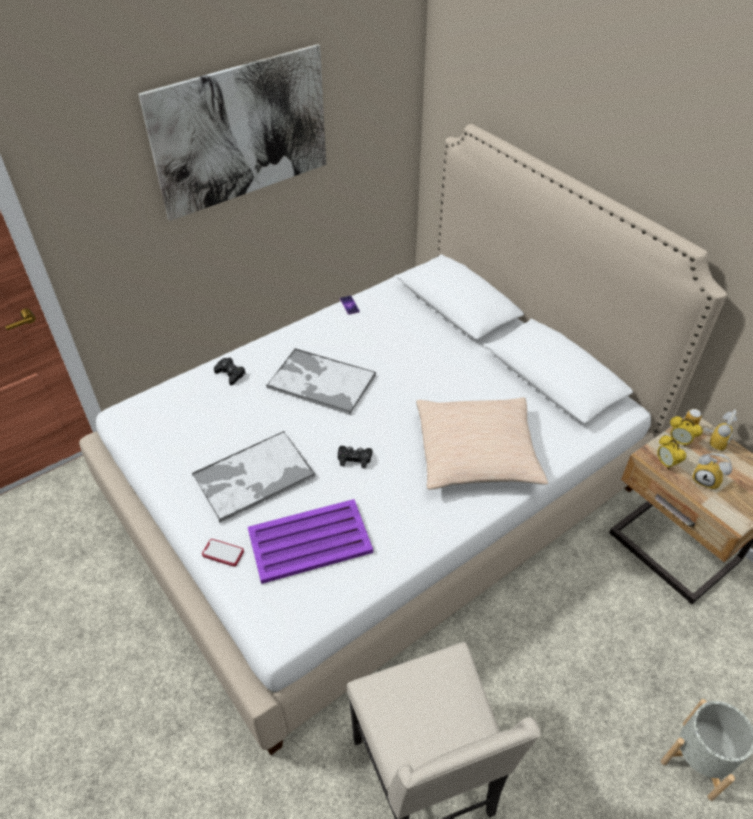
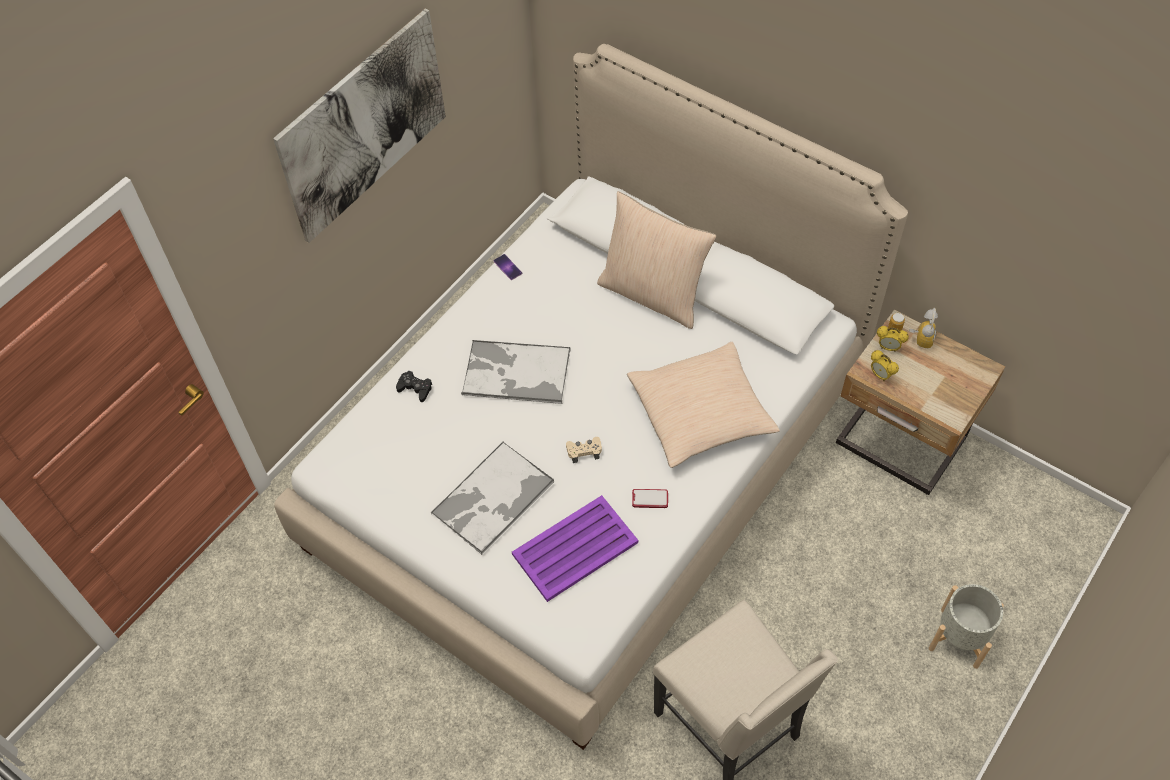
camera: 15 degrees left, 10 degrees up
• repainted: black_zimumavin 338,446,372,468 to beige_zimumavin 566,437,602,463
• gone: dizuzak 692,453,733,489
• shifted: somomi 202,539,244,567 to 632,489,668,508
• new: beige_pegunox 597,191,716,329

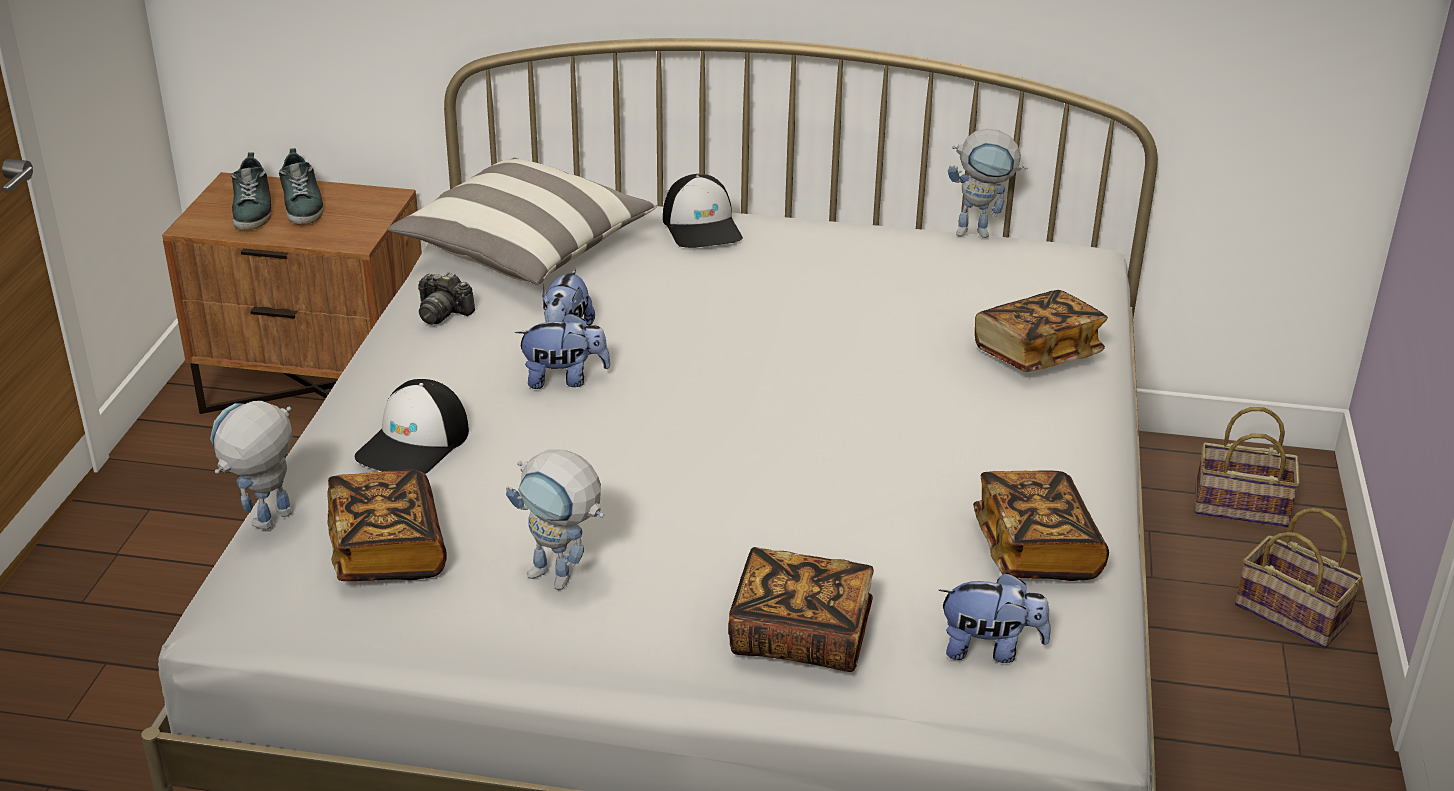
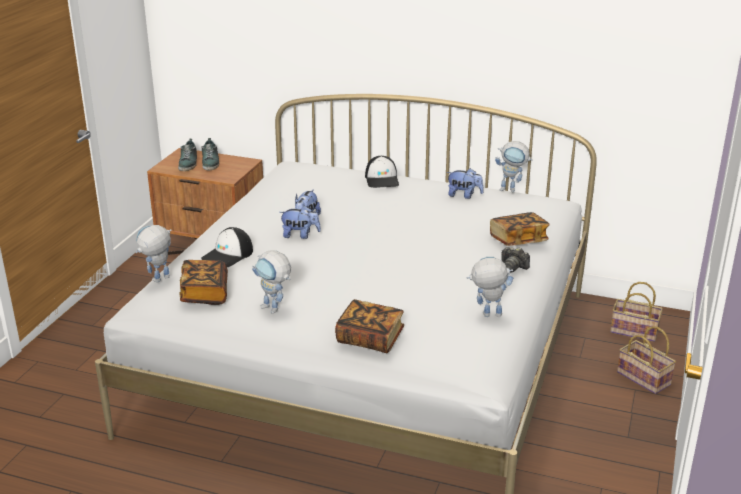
camera: 10 degrees right, 5 degrees down
• gone: pegunox 388,158,657,285
• shifted: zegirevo 418,272,475,324 to 501,247,530,272
• swapped: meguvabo 973,470,1109,581 to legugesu 467,257,514,317
• shifted: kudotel 938,572,1051,663 to 447,168,483,199

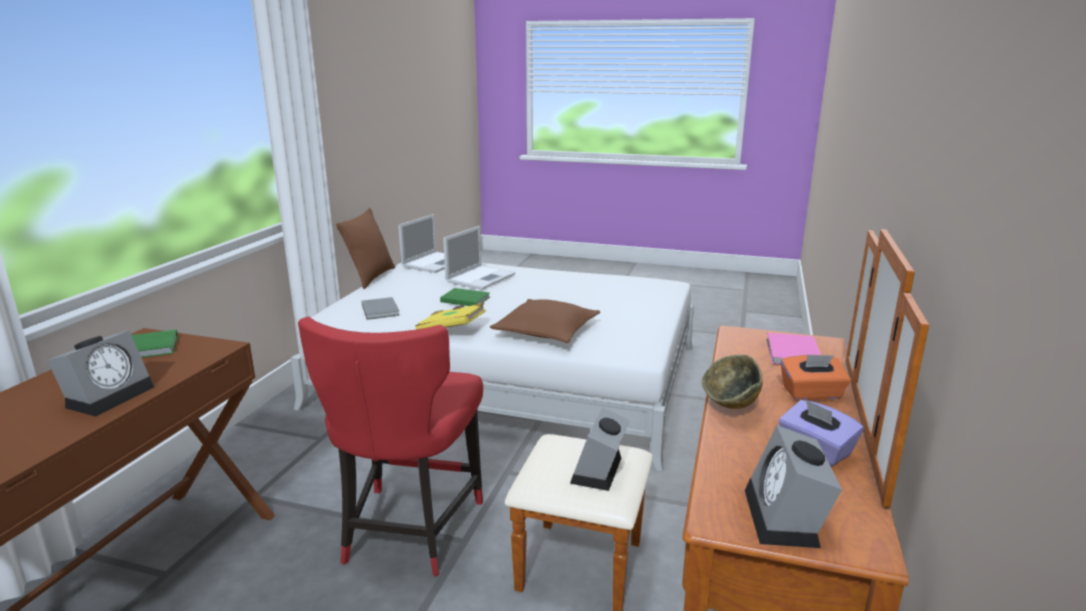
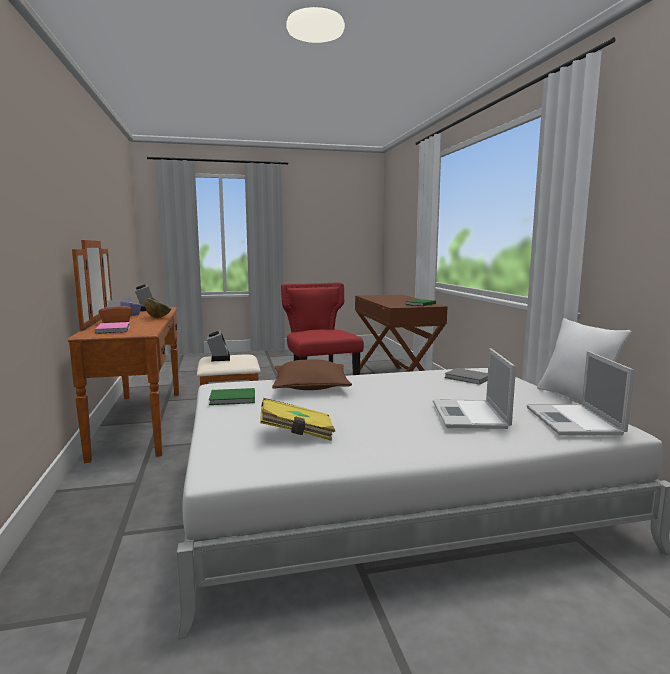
camera: 150 degrees right, 10 degrees down
• repainted: brown_pegunox 336,208,395,289 to white_pegunox 537,318,631,403
• shifted: green_meguvabo 440,288,490,306 to 209,388,255,405
• shifted: yellow_meguvabo 416,302,486,329 to 260,398,335,441
• gone: dizuzak 47,331,154,416

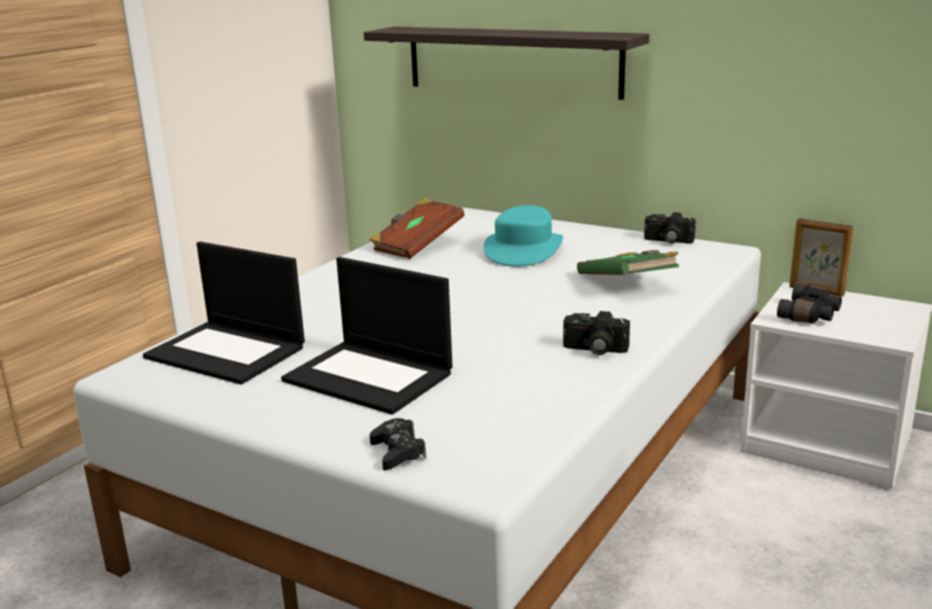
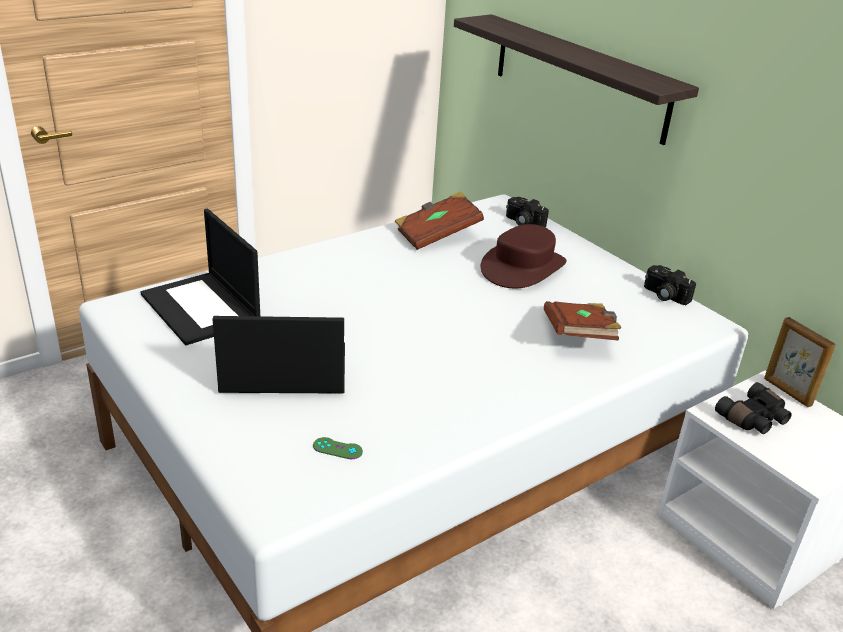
camera: 20 degrees right, 10 degrees up
• repainted: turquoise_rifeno 484,205,563,267 to brown_rifeno 481,224,567,288
• repainted: green_meguvabo 577,250,679,275 to brown_meguvabo 544,301,621,341
• rotated: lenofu 281,257,453,415 = 213,316,345,394 120 degrees clockwise
• shifted: zegirevo 563,311,630,355 to 506,197,549,227
• gone: black_zimumavin 370,418,426,470
• new: green_zimumavin 313,437,363,459

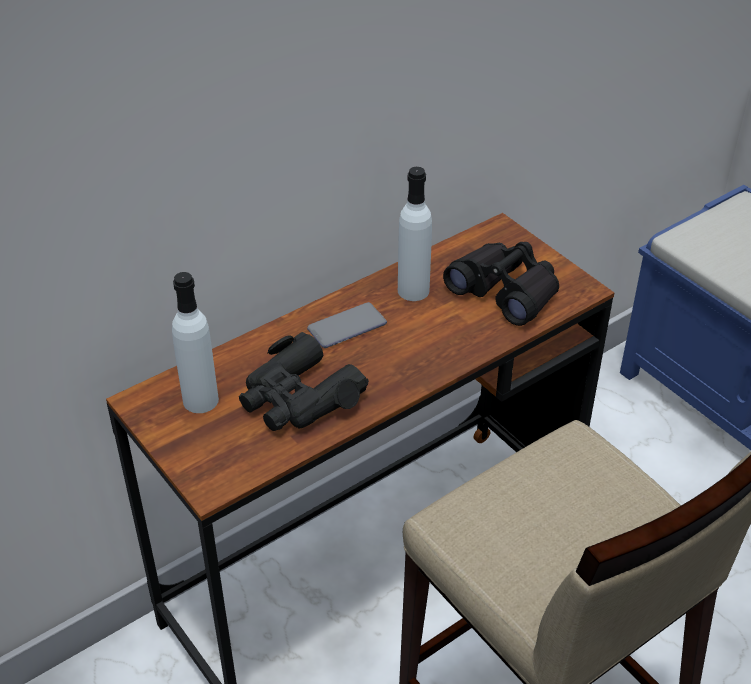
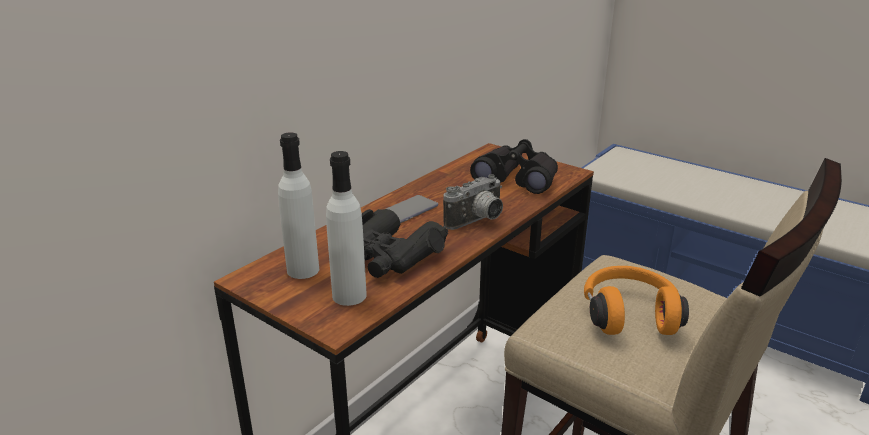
camera: 15 degrees left, 15 degrees down
• shifted: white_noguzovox 398,167,432,301 to 326,151,367,306
• new: zegirevo 443,174,503,230
• new: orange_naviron 584,266,689,335

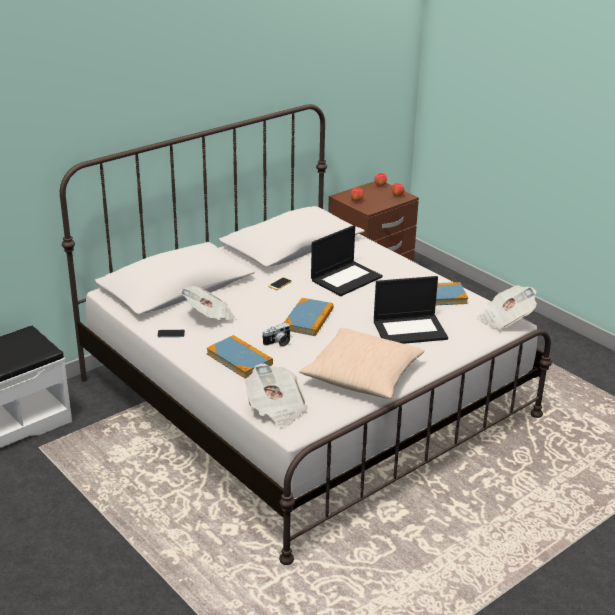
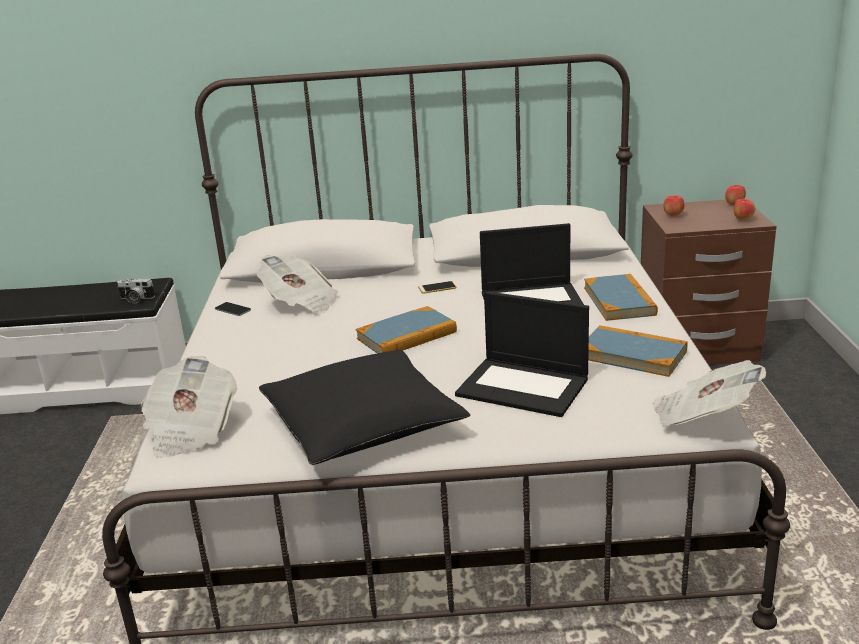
camera: 40 degrees right, 5 degrees down
• shifted: zegirevo 263,323,290,347 to 117,278,155,304
• repainted: beige_pegunox 299,328,425,399 to black_pegunox 259,350,470,465
• shifted: meguvabo 206,335,273,379 to 584,274,658,321

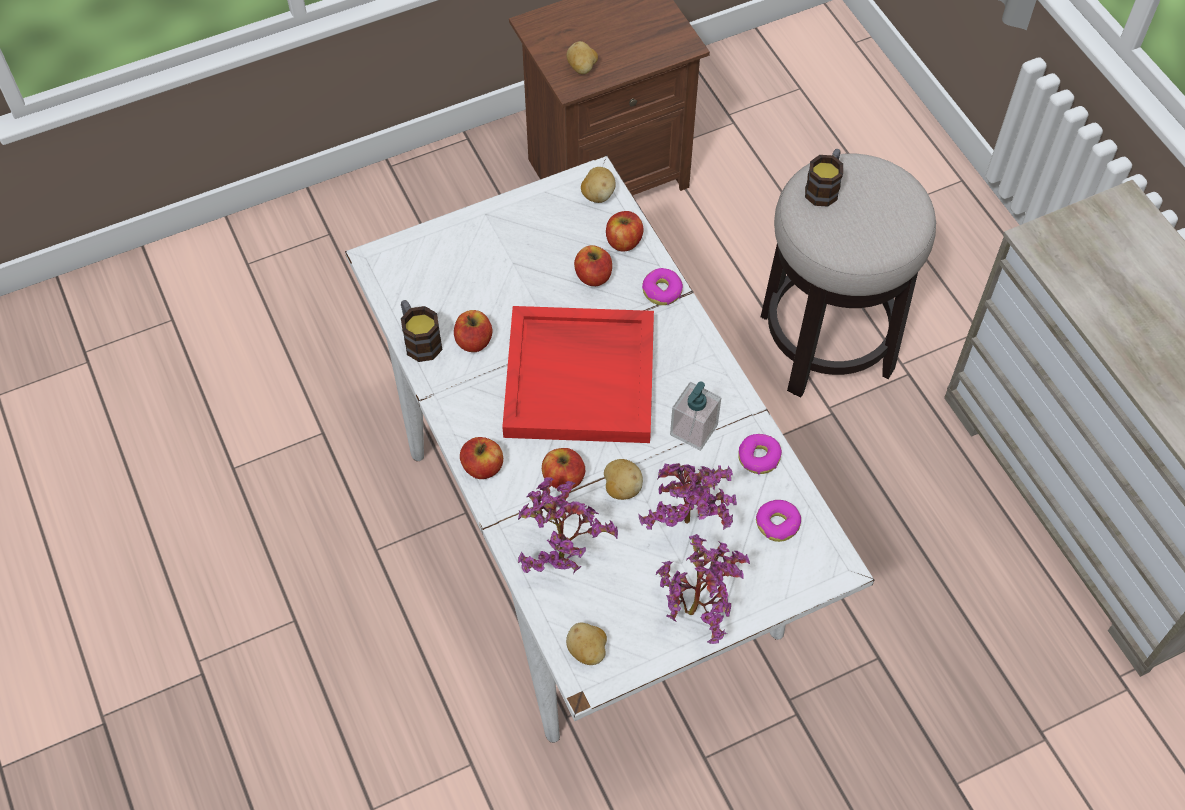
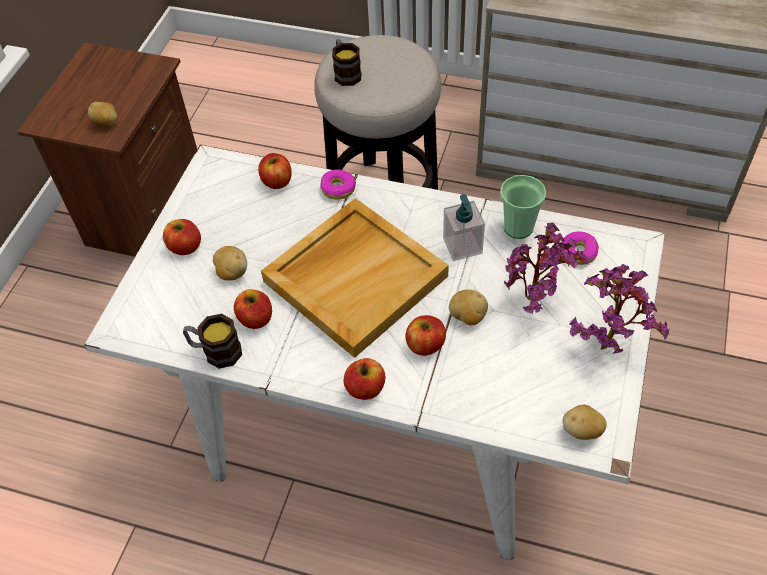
camera: 45 degrees left, 5 degrees down
• shifted: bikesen 581,167,616,203 to 213,246,247,281
• shifted: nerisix 574,245,612,286 to 163,219,201,255
• repainted: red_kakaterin 502,306,654,443 to beige_kakaterin 261,198,449,358
• swapped: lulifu 738,434,782,475 to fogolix 500,175,546,239
• gone: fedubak 518,477,618,574

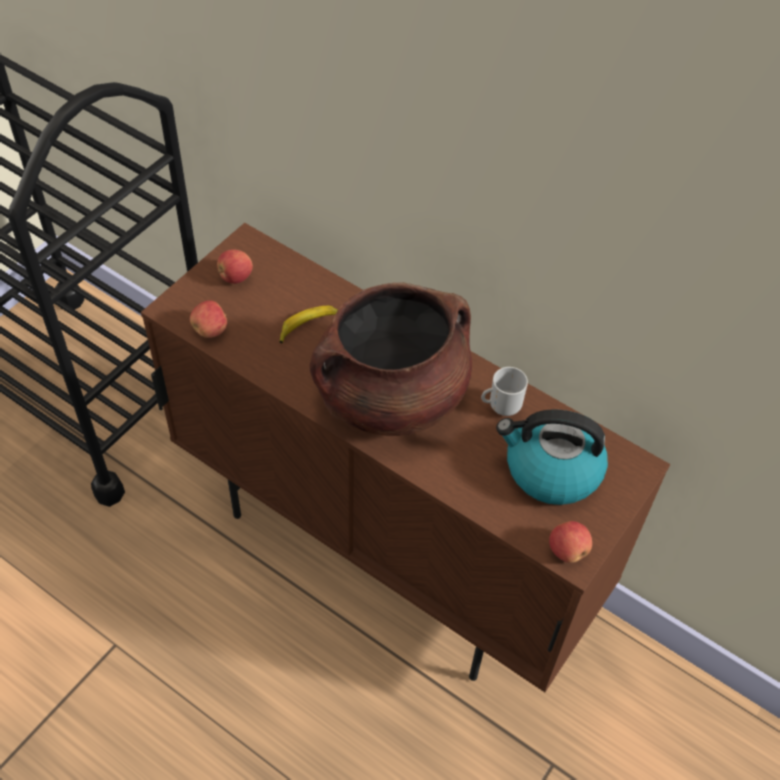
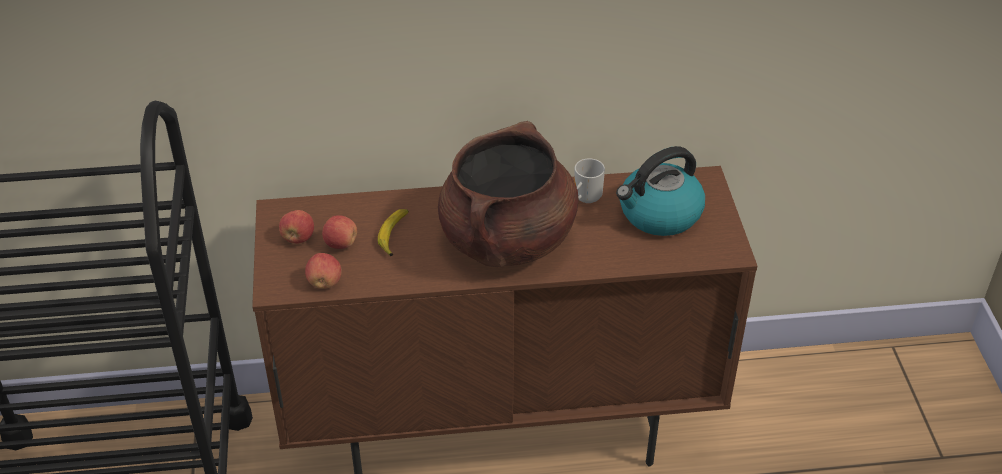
camera: 40 degrees left, 10 degrees down
• shifted: nerisix 549,521,592,563 to 322,215,357,249

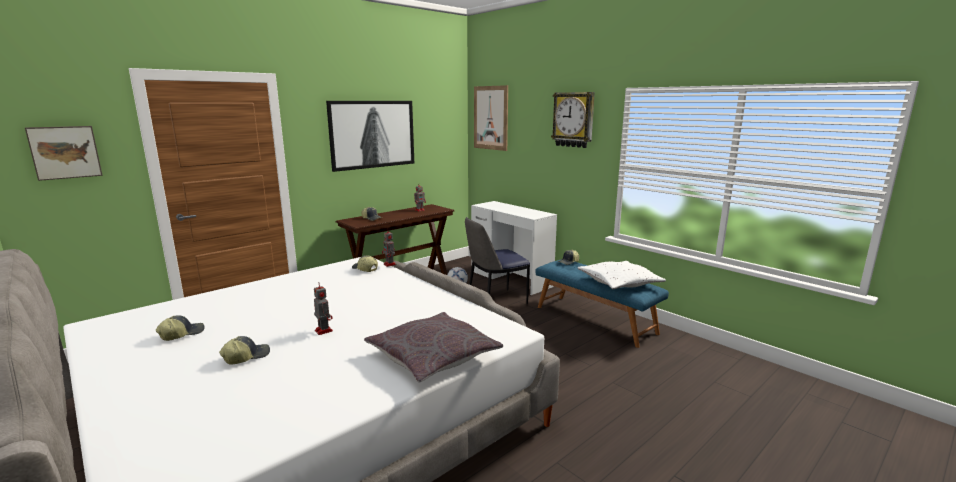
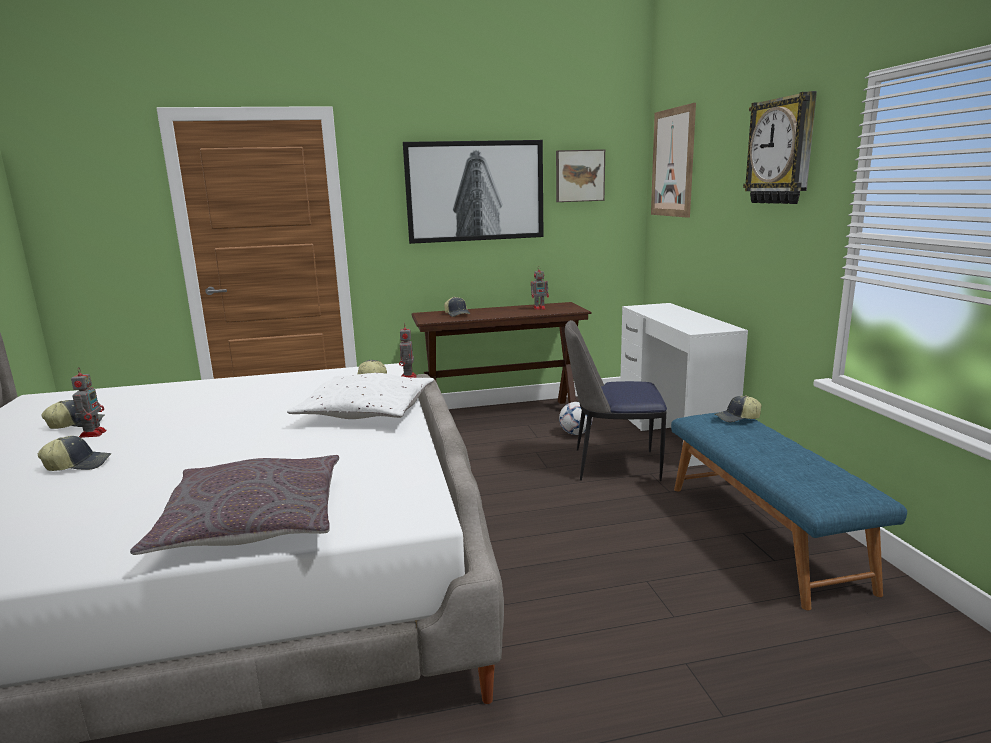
camera: 30 degrees right, 0 degrees up
• shifted: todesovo 25,126,103,181 to 556,149,605,202
• shifted: white_pegunox 578,261,666,289 to 287,373,434,419
• shifted: legugesu 314,283,333,335 to 71,367,107,438

